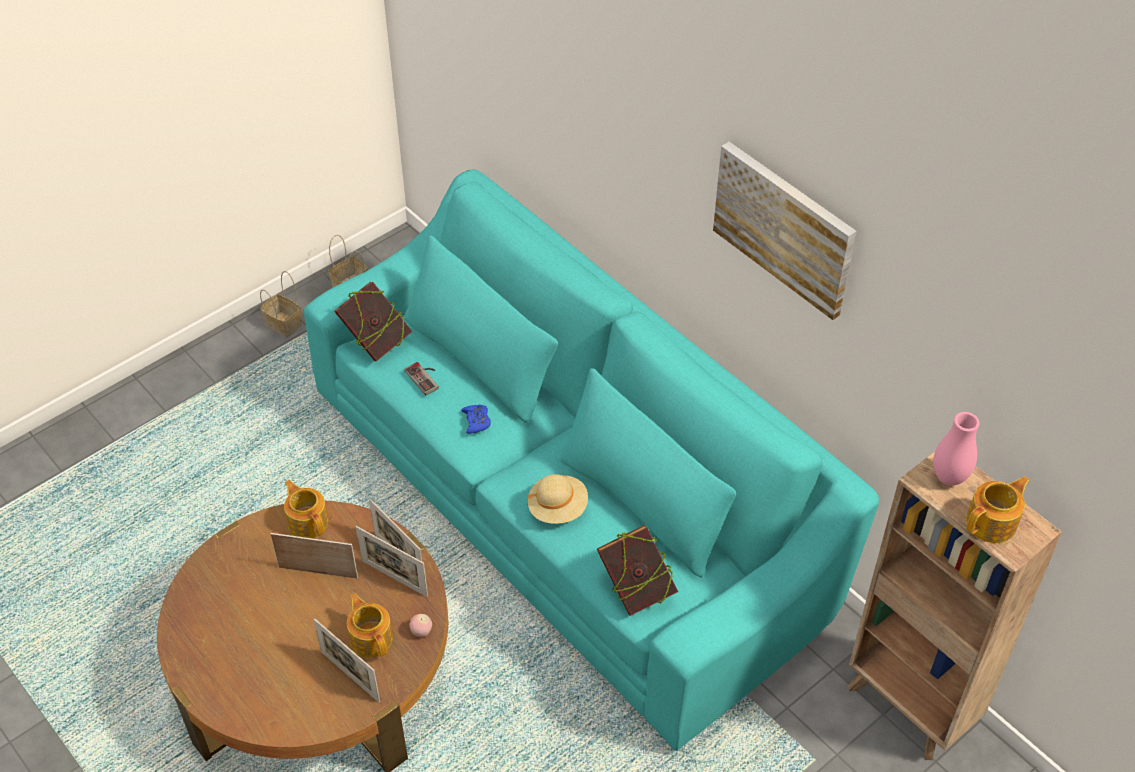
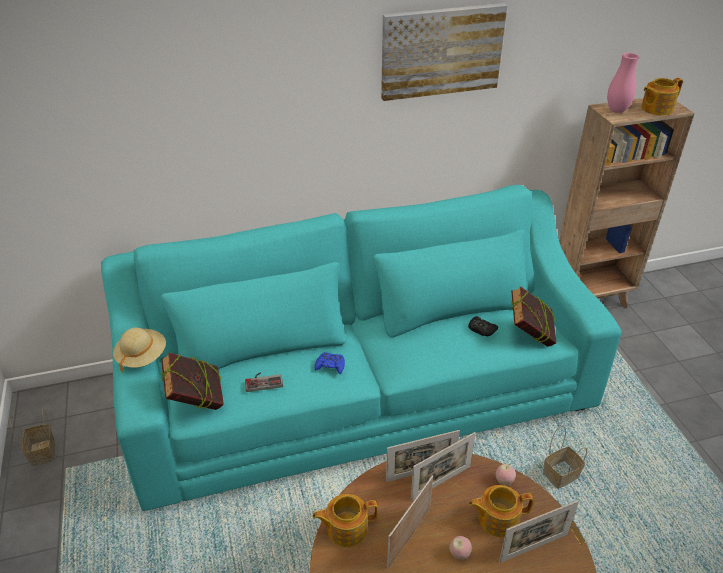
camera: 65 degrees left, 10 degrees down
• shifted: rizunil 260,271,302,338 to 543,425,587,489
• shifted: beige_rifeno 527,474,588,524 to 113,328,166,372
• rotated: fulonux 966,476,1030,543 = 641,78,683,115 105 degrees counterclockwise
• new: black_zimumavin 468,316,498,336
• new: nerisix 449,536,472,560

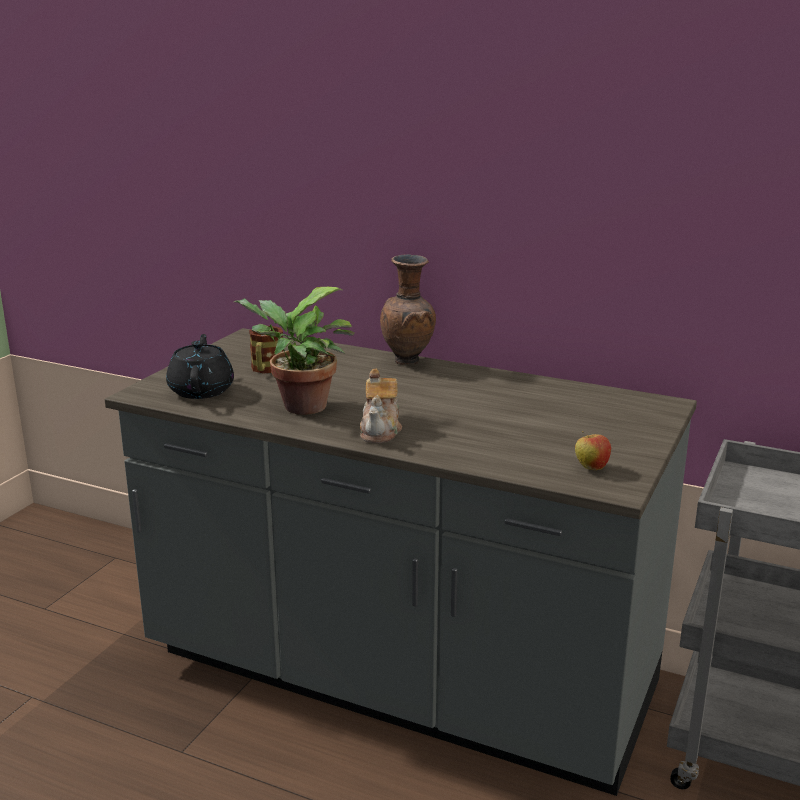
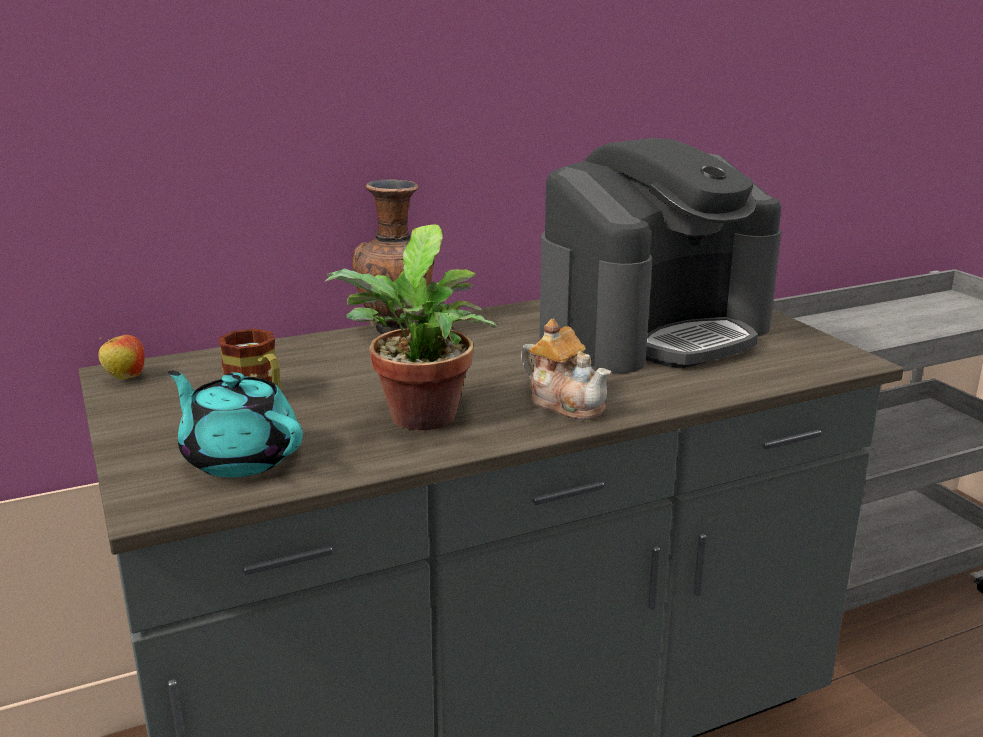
camera: 50 degrees left, 0 degrees up
• repainted: black_fulonux 166,334,234,399 to turquoise_fulonux 168,371,303,477
• shifted: nerisix 575,431,611,470 to 98,335,145,380
• new: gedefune 539,138,781,373

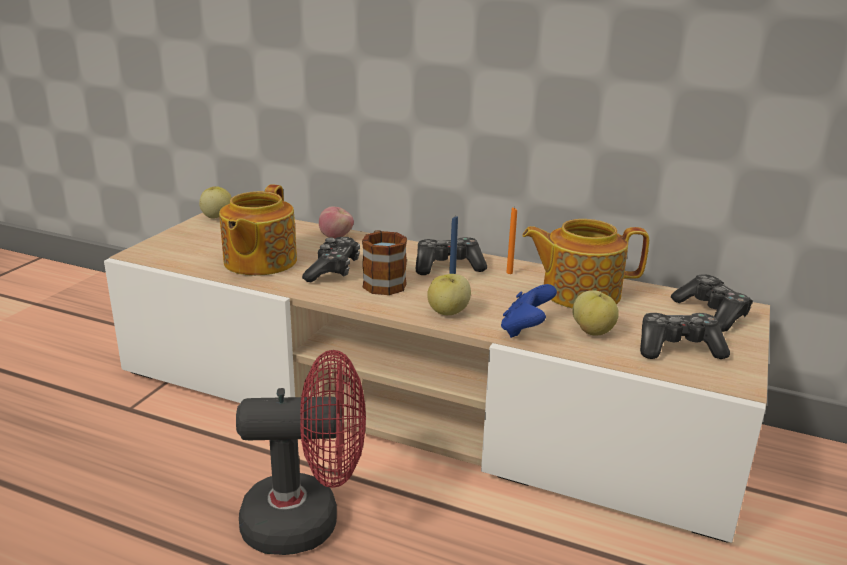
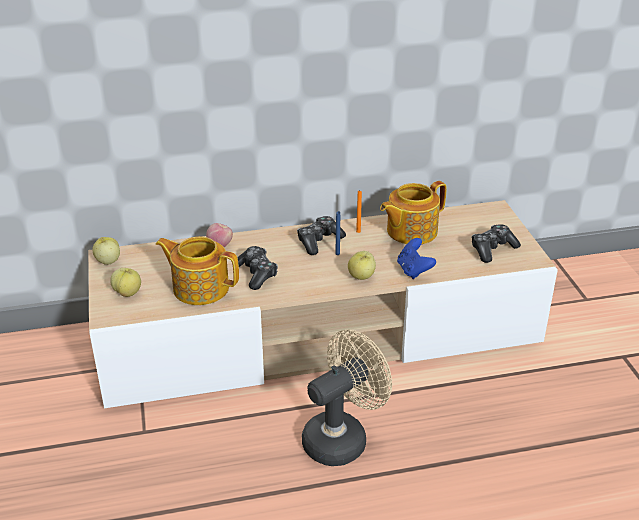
camera: 35 degrees left, 10 degrees up
• rotated: fulonux 219,184,297,276 = 156,236,239,305 135 degrees clockwise
• gone: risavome 362,230,407,295
• gone: zimumavin 671,274,753,332
• shifted: nerisix 572,290,619,336 to 110,268,141,297
• repainted: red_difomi 236,350,366,555 to beige_difomi 302,329,392,466

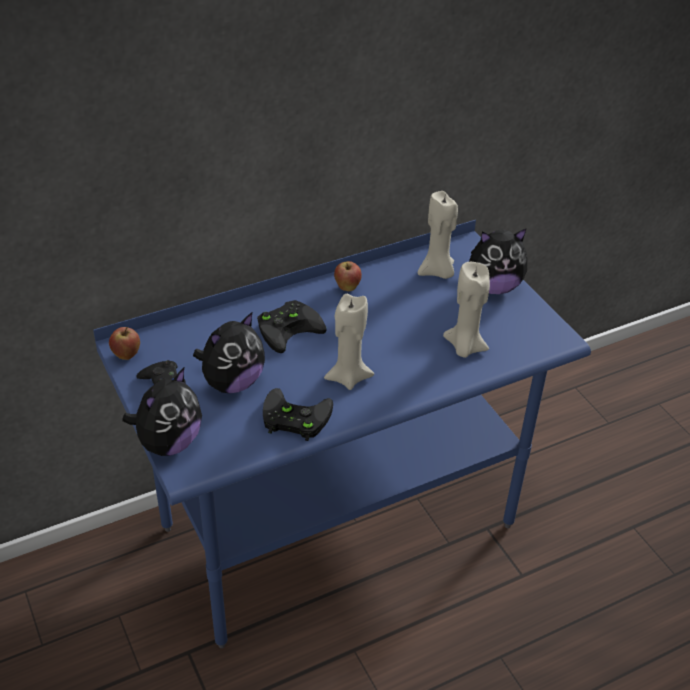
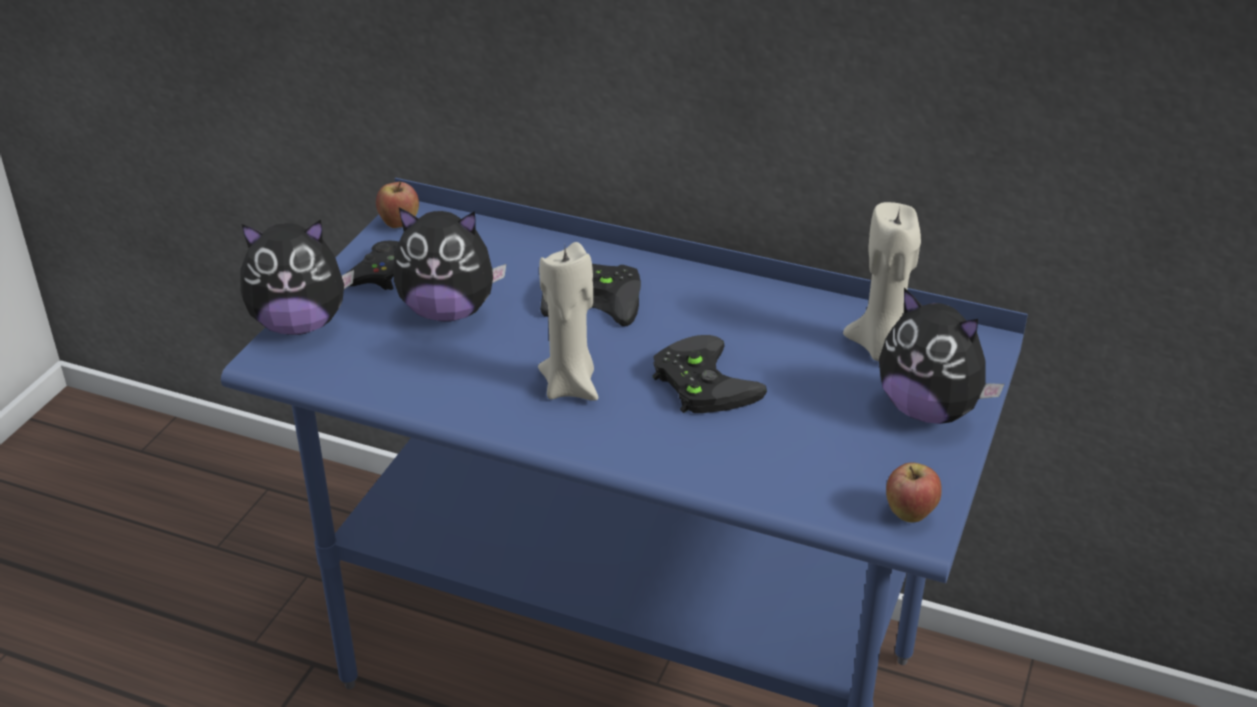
camera: 50 degrees right, 5 degrees down
• shifted: nerisix 334,261,362,291 to 886,462,942,522
• gone: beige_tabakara 443,262,490,358
• shifted: black_zimumavin 263,388,333,441 to 652,335,767,413

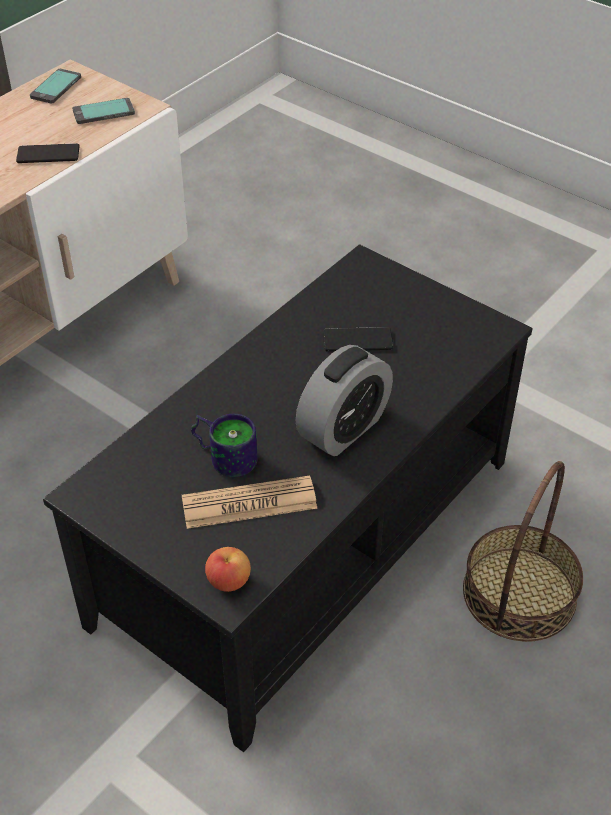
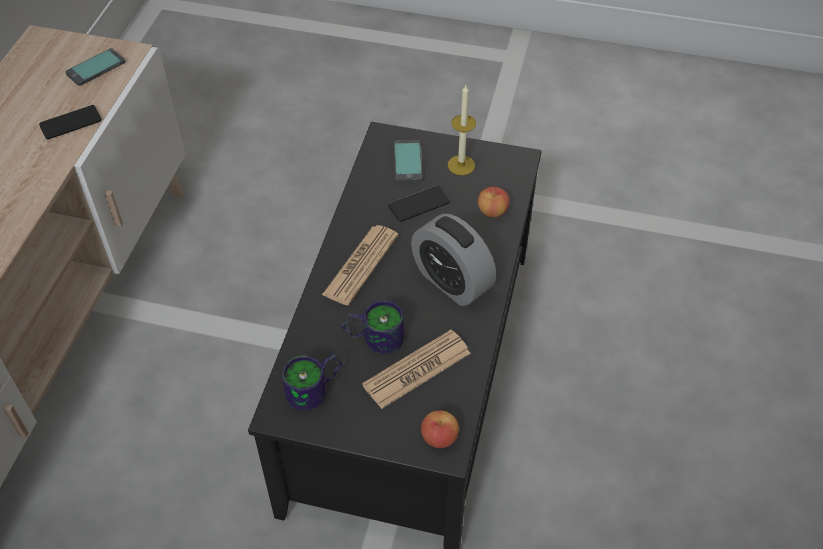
camera: 25 degrees left, 5 degrees up
• shifted: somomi 30,69,81,103 to 394,140,422,182
• rotated: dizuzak 295,345,393,456 = 411,214,496,306 120 degrees clockwise
• gone: rizunil 463,461,583,642
• new: tabakara 448,85,476,175
• new: nerisix 478,187,509,217
• new: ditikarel 322,225,398,305
• new: risavome 282,354,342,411

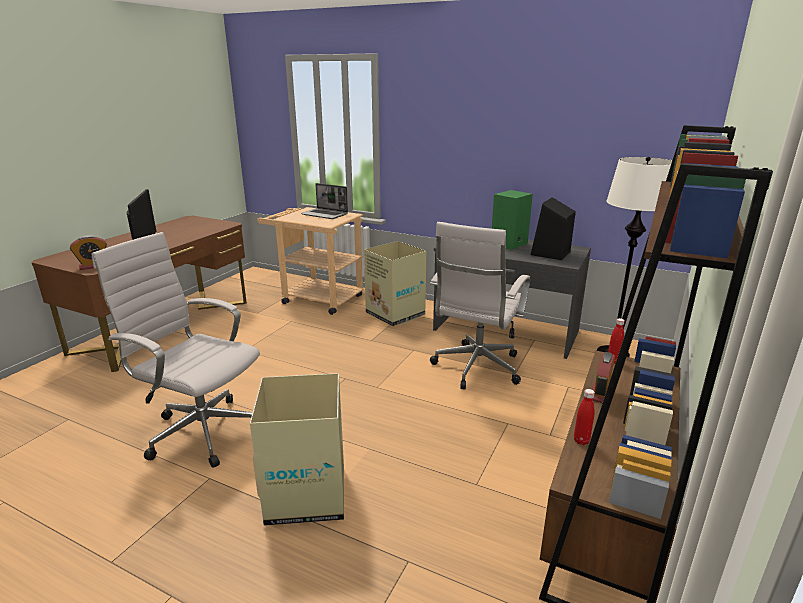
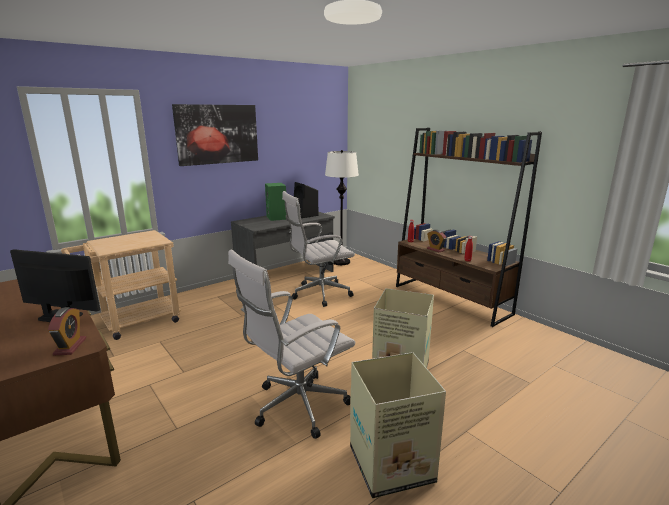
camera: 65 degrees left, 5 degrees down
• gone: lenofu 301,183,348,219
• rotated: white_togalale 430,222,530,389 = 282,191,355,307 105 degrees clockwise
• shifted: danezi 364,241,426,326 to 350,352,446,498
• new: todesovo 172,104,258,166

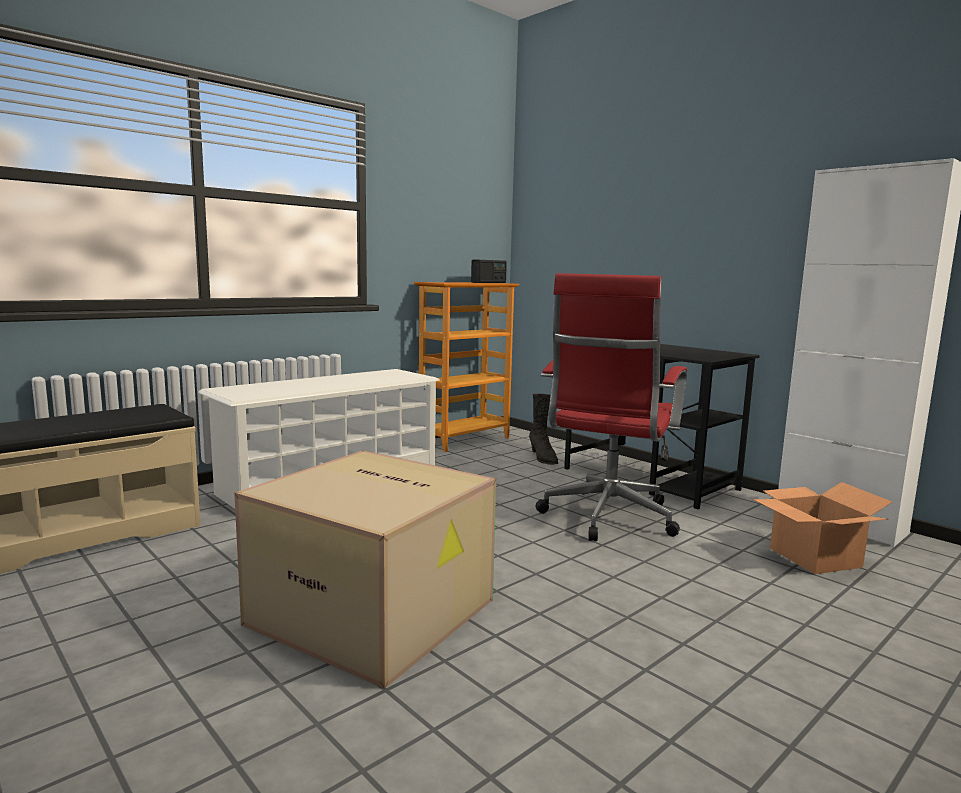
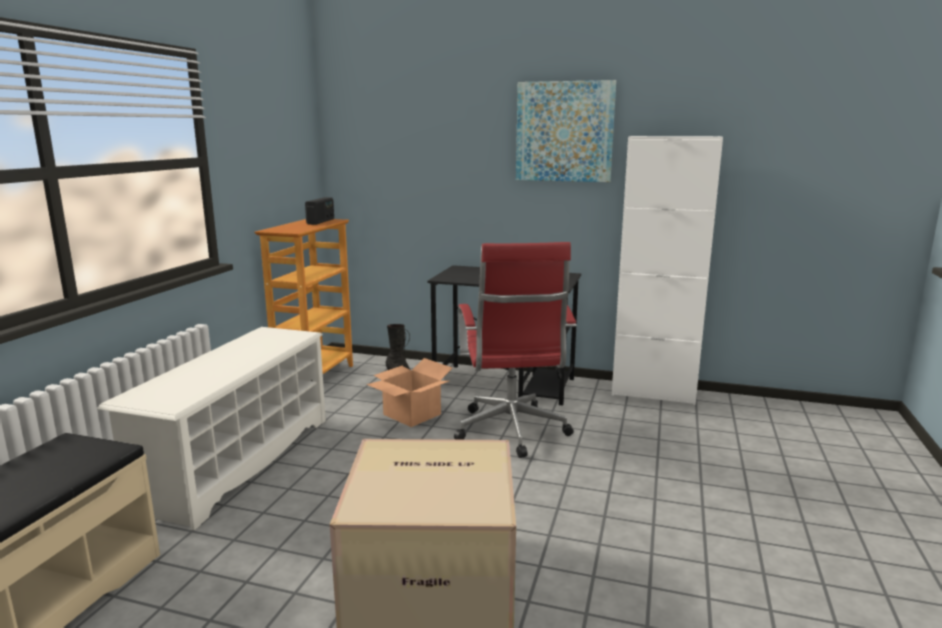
camera: 30 degrees left, 5 degrees up
• shifted: danezi 753,482,892,574 to 366,358,452,427
• new: todesovo 516,80,616,182

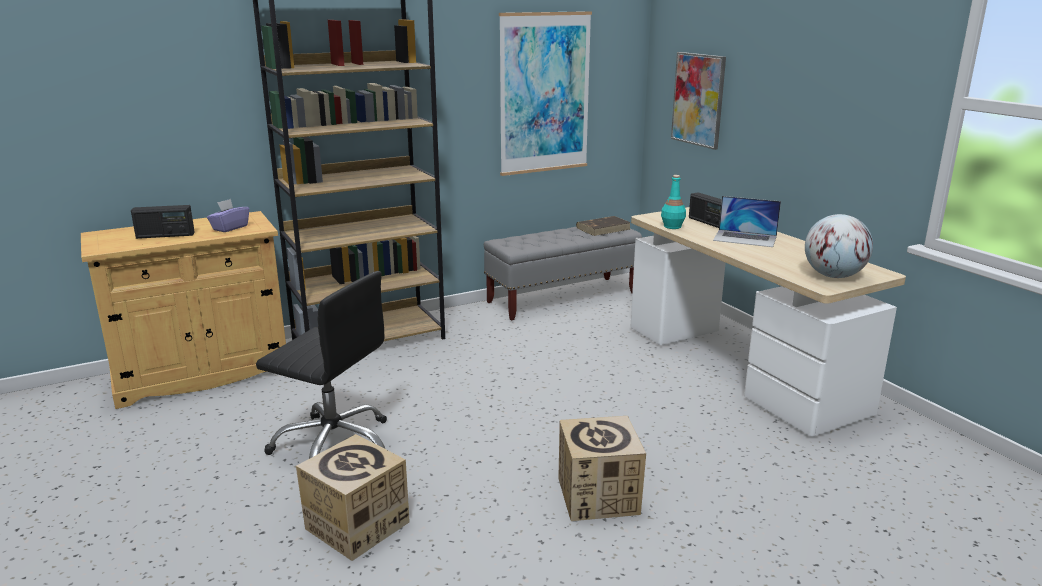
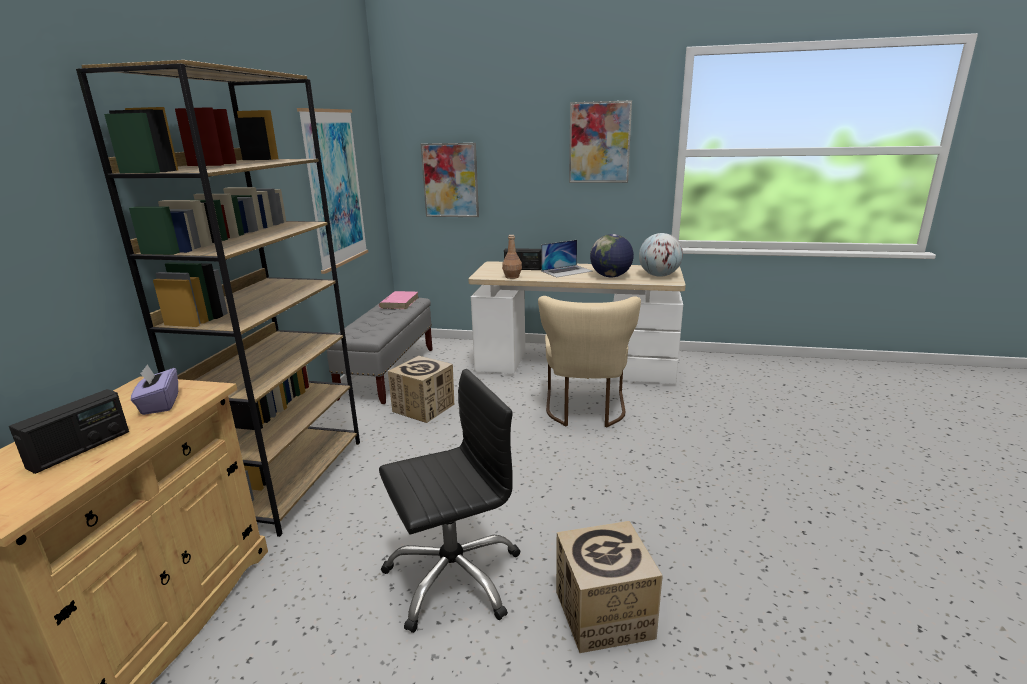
camera: 50 degrees left, 0 degrees up
• repainted: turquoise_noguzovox 661,175,686,229 to brown_noguzovox 502,235,522,279
• repainted: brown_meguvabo 576,216,631,236 to pink_meguvabo 379,291,419,309
• shifted: danezi 558,416,646,521 to 388,356,454,423
• new: todesovo 569,100,632,183
• new: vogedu 590,234,634,277
• new: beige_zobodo 538,296,641,427

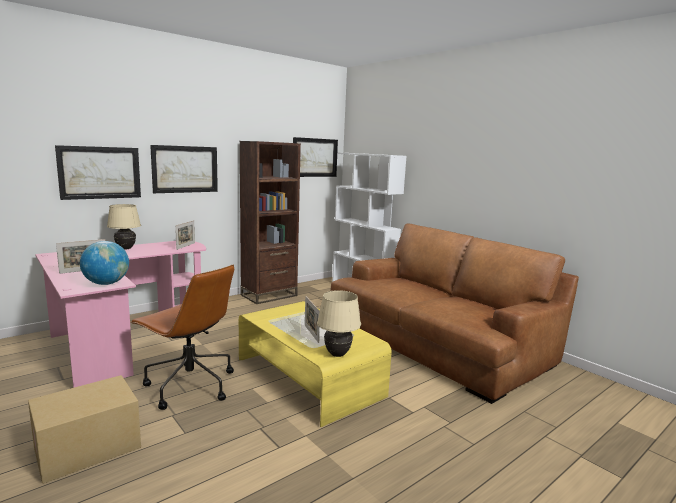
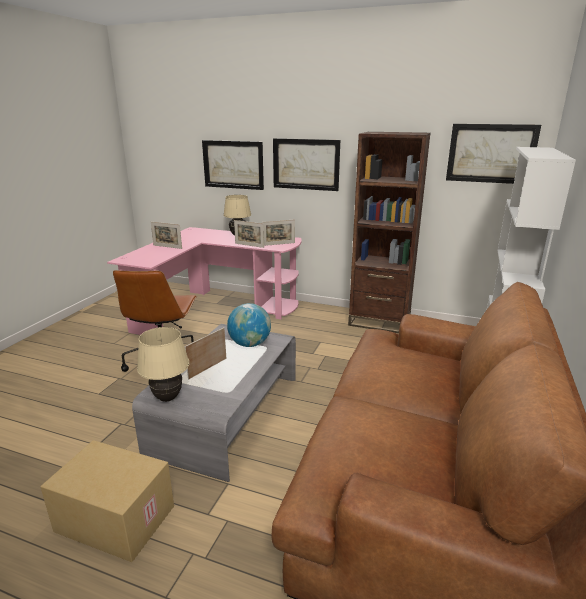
camera: 60 degrees right, 10 degrees up
• shifted: vogedu 80,241,129,285 to 227,303,271,347
• repainted: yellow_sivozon 239,301,392,427 to grey_sivozon 132,324,296,482
• shifted: danezi 28,375,141,484 to 40,440,174,562
• new: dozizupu 234,220,264,248

